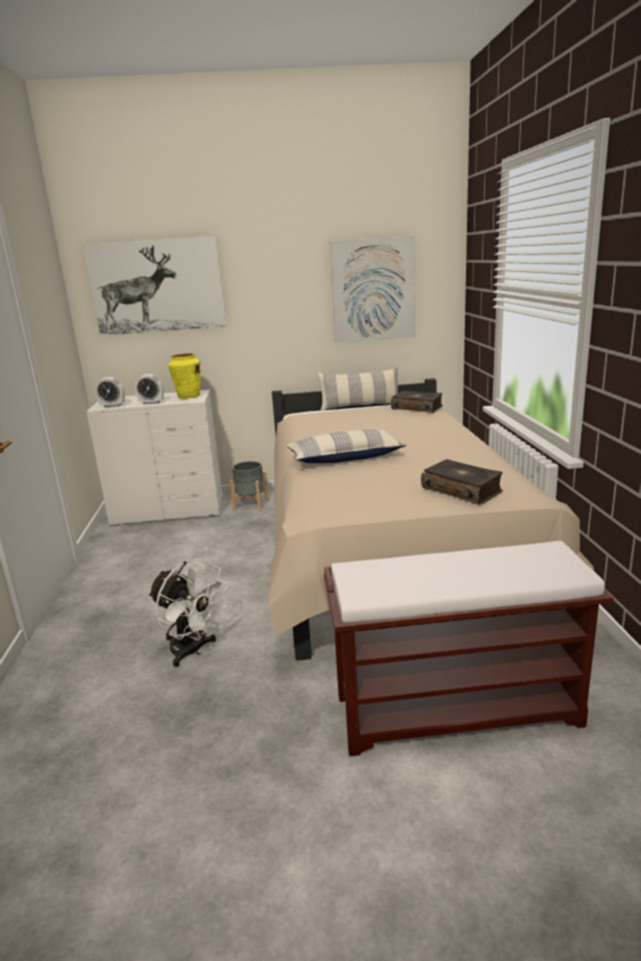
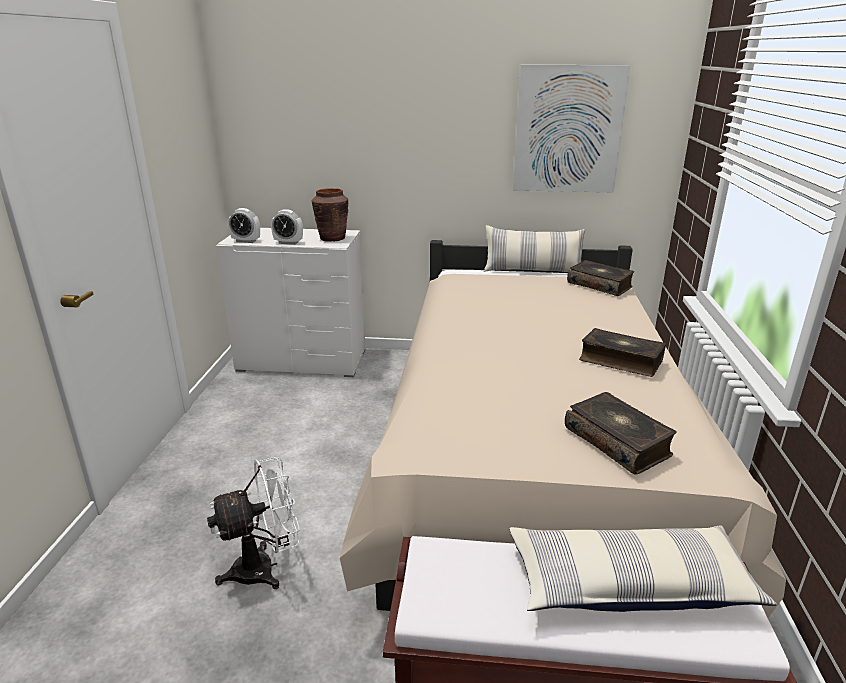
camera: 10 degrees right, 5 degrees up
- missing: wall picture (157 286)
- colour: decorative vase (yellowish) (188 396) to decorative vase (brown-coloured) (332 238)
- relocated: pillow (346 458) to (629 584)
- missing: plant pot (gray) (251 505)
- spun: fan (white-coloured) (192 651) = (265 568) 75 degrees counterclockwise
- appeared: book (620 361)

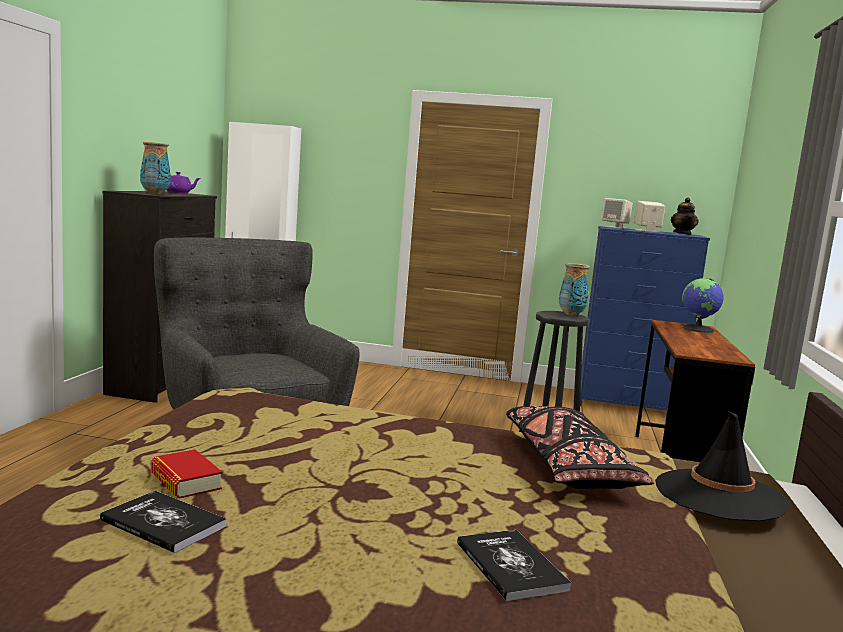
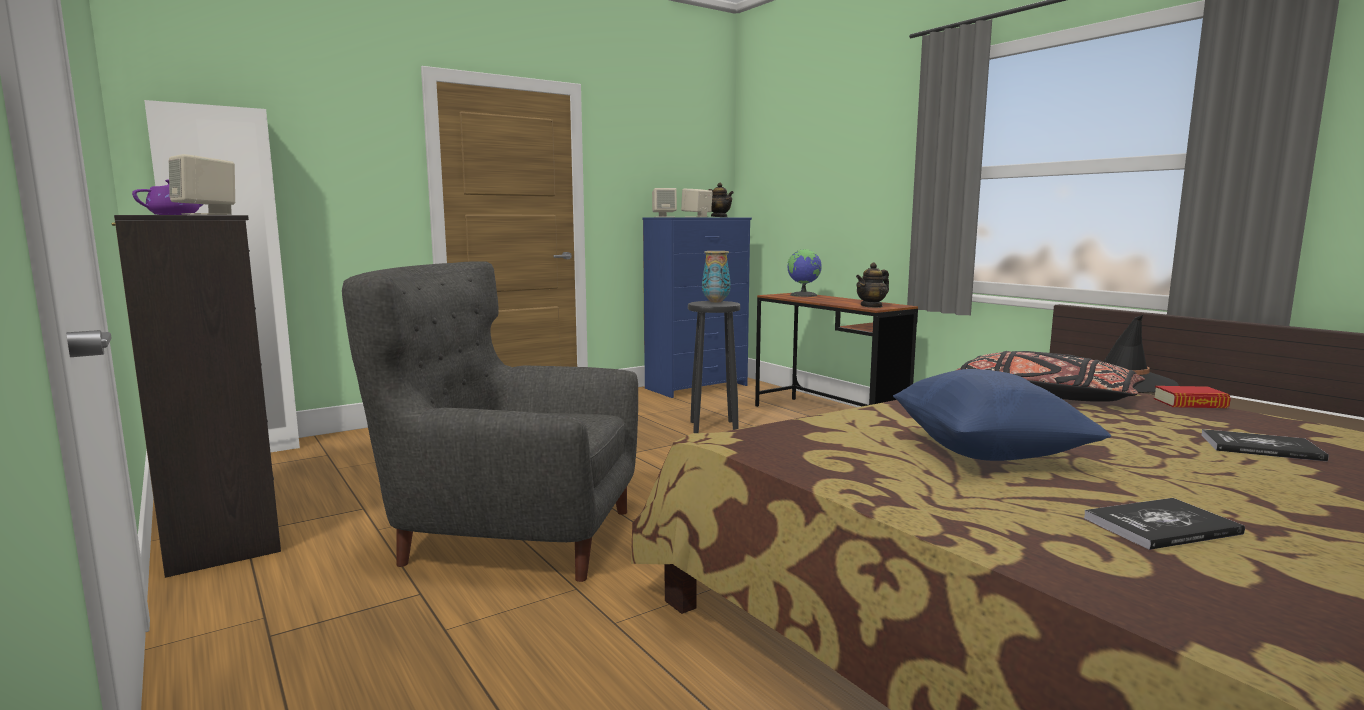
camera: 45 degrees left, 0 degrees up
- exchanged: decorative vase (155 194) to audio speaker (beige) (207 214)
- relocated: book (185 481) to (1190 403)
- appeared: pot for tea (871 306)
- appeared: pillow (blue) (986 454)

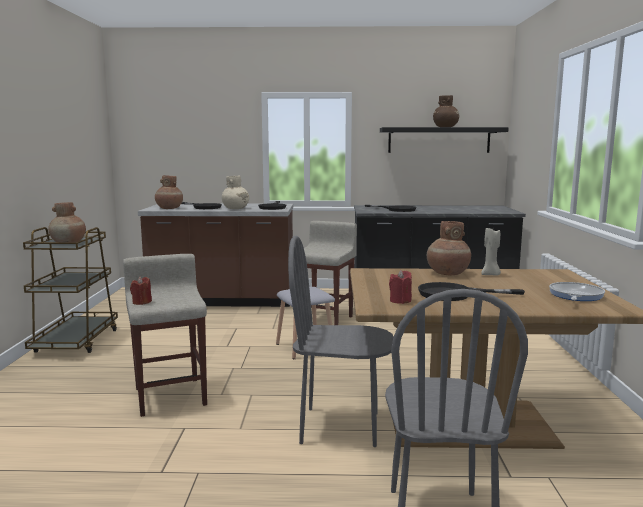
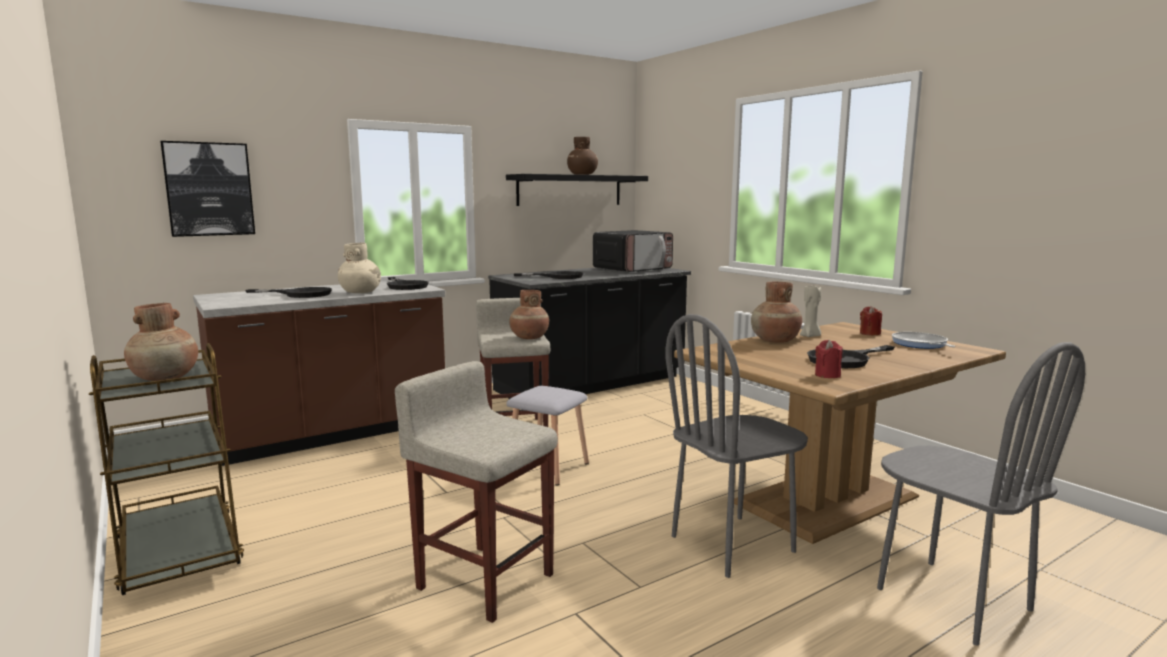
camera: 35 degrees left, 0 degrees up
- relocated: decorative vase (brown-coloured) (169 208) to (529 337)
- relocated: wax candle (reddish) (142 302) to (869 333)
- appeared: wall picture (209 189)
- appeared: microwave (633 269)

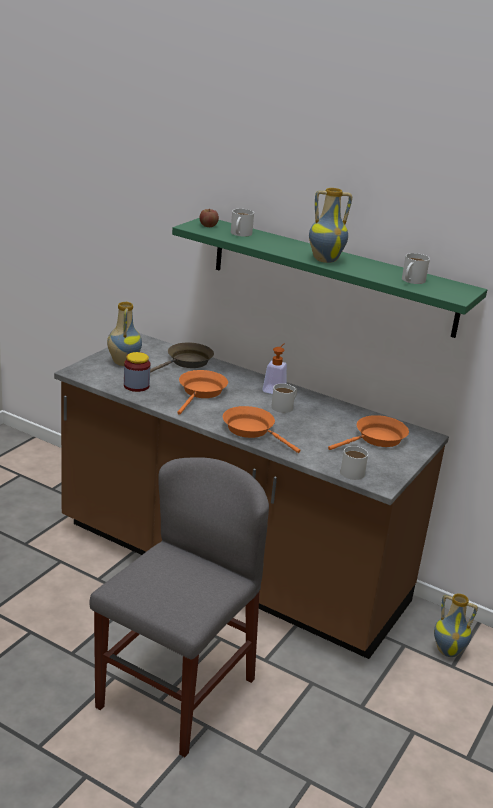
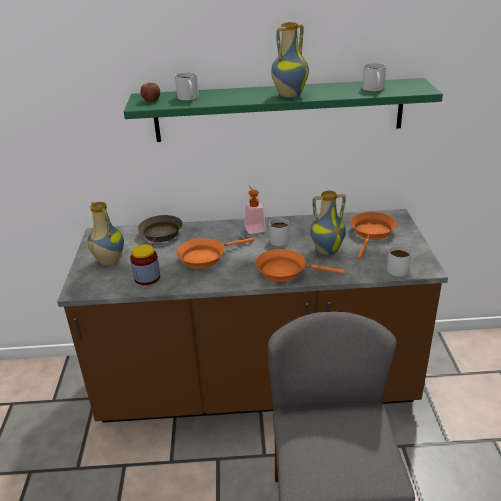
camera: 30 degrees left, 5 degrees up
- spun: skillet (orange-coloured) (201 392) = (205 257) 105 degrees counterclockwise
- relocated: decorative vase (448 650) to (327 250)

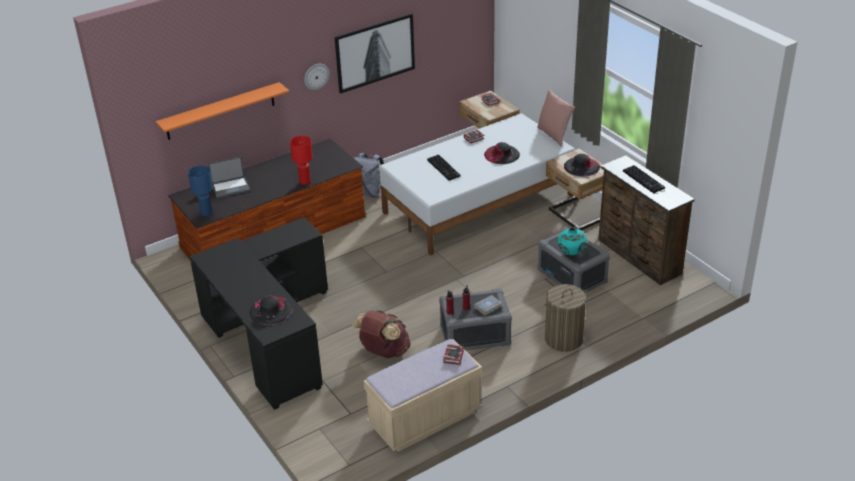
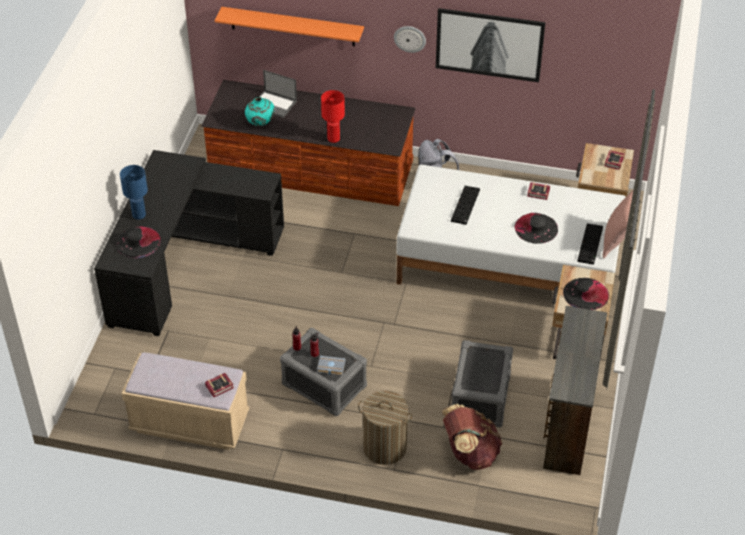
camera: 45 degrees right, 10 degrees up
- relocated: computer keyboard (644 180) to (591 245)
- relocated: tabletop lamp (blue) (206 213) to (138 215)
- relocated: decorative vase (turquoise-coloured) (571 254) to (260 124)
- relocated: backpack (brown-coloured) (383 352) to (469 453)

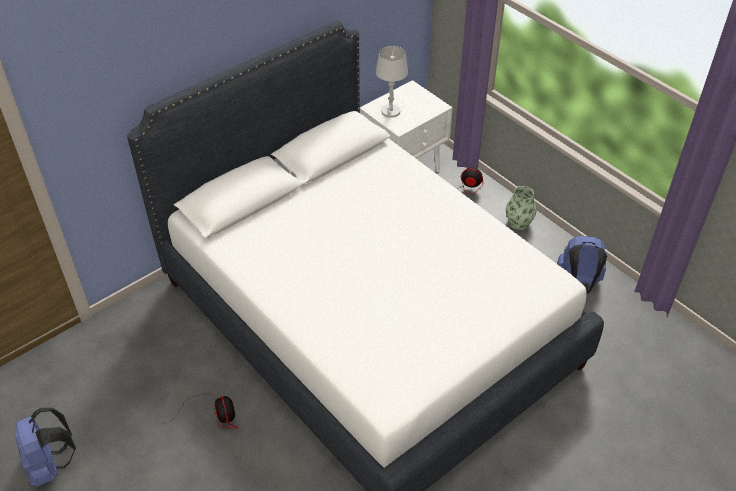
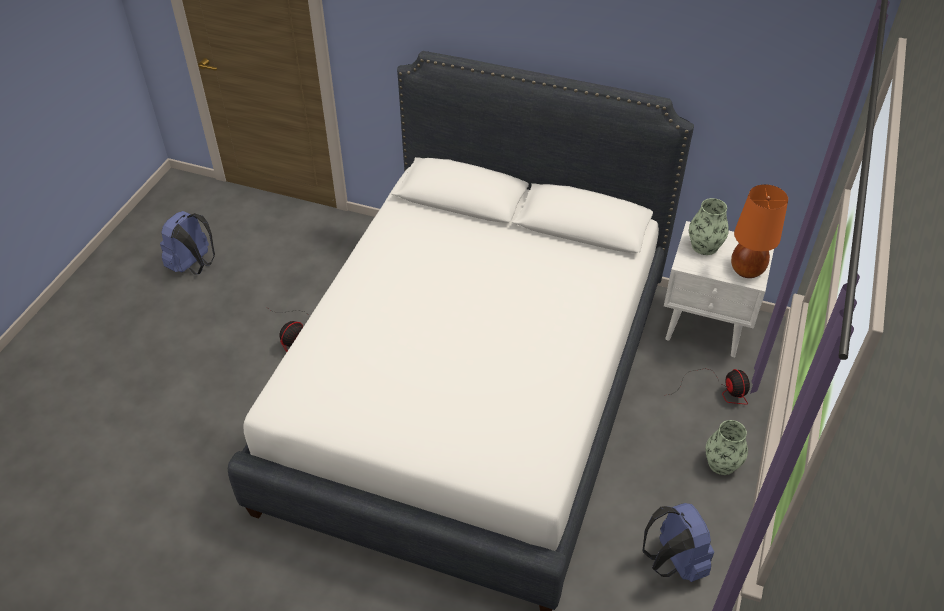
camera: 60 degrees right, 0 degrees up
- exchanged: tabletop lamp (white-coloured) (390 111) to decorative vase (704 246)
- appeared: tabletop lamp (orange-coloured) (746 270)

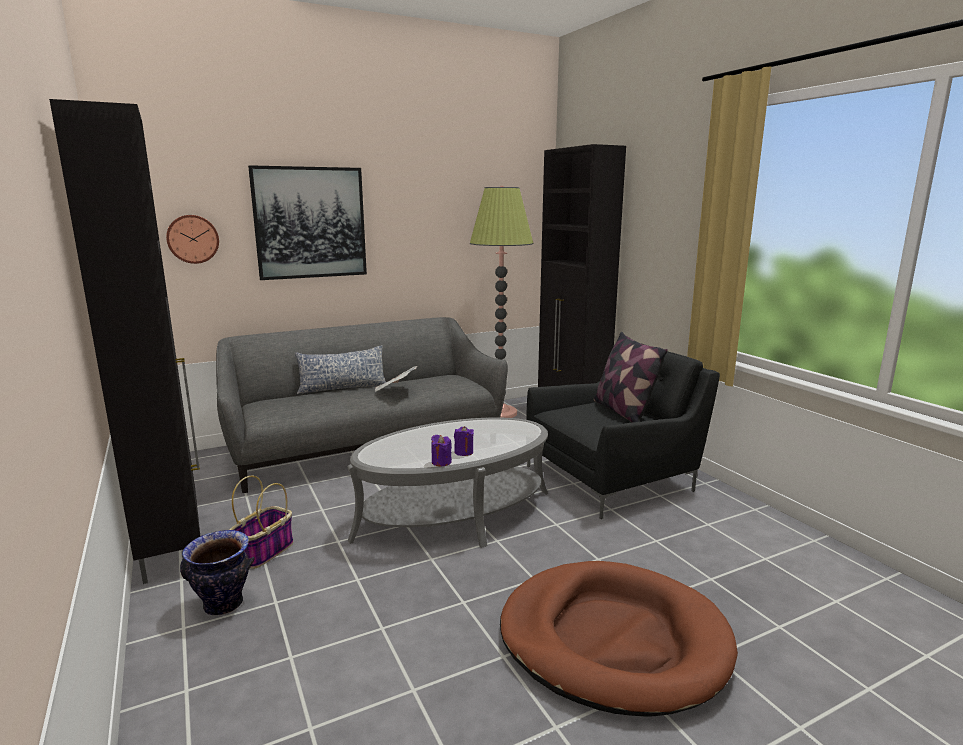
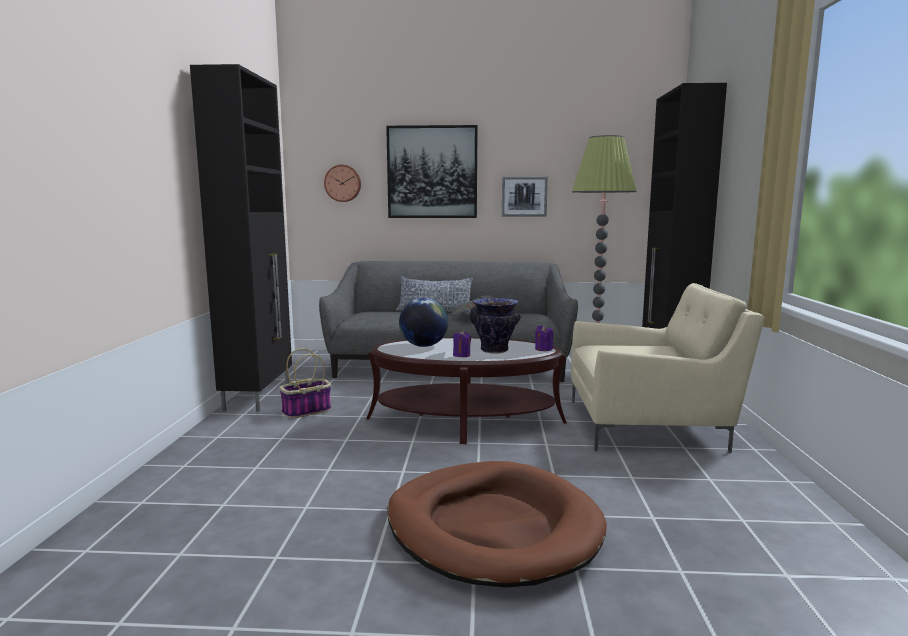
camera: 30 degrees right, 5 degrees down
- missing: pillow (623 411)
- colour: easy chair (black) (613 477) to easy chair (beige) (650 425)
- colour: lounge table (gray) (454 515) to lounge table (brown-coloured) (465 420)
- relocated: wax candle (purplish) (441 462) to (543 349)
- relocated: decorative vase (223 605) to (494 350)
- appeared: wall picture (524 196)
- appeared: globe (423 346)

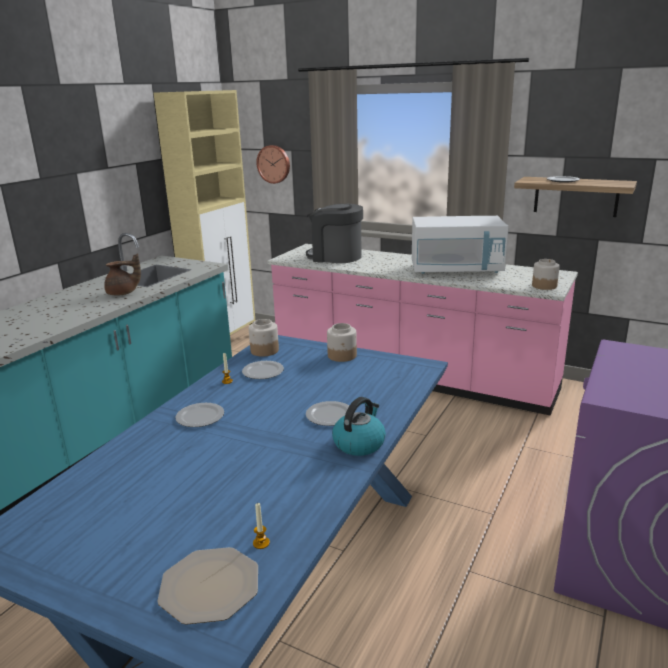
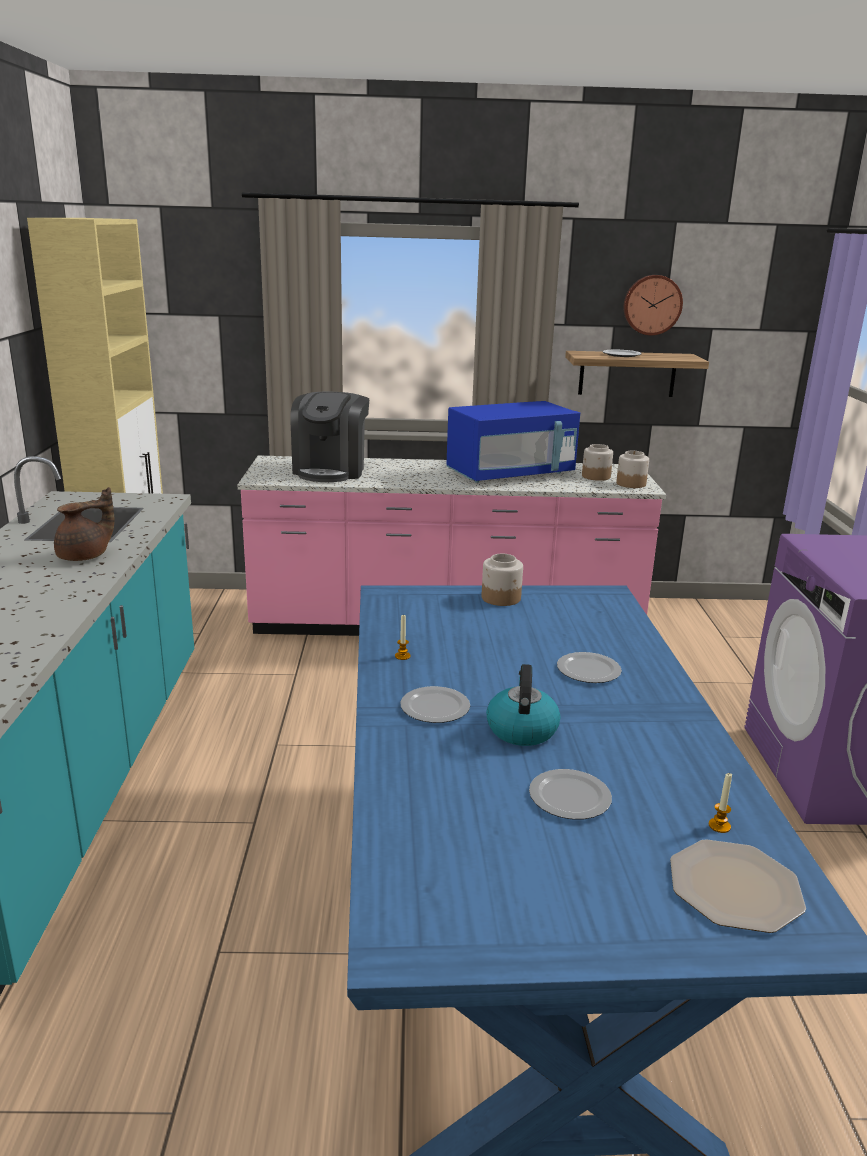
camera: 30 degrees left, 0 degrees up
- relocated: clock on the wall (274 164) to (652 305)
- spun: coffee maker (335 257) = (331 470) 75 degrees counterclockwise
- colour: microwave (white-coloured) (456 270) to microwave (blue) (510 474)
- relocated: preserve jar (264 351) to (596 476)
- relocated: plate (262 371) to (568 797)
- relocated: water kettle (359 443) to (521 729)

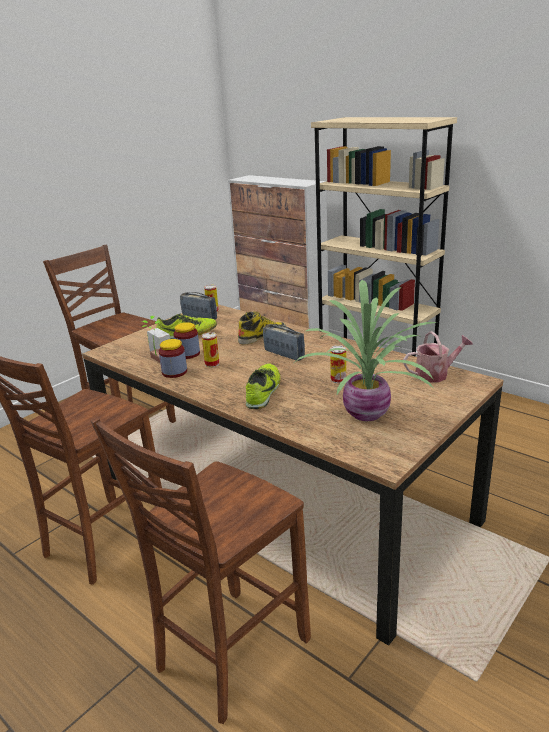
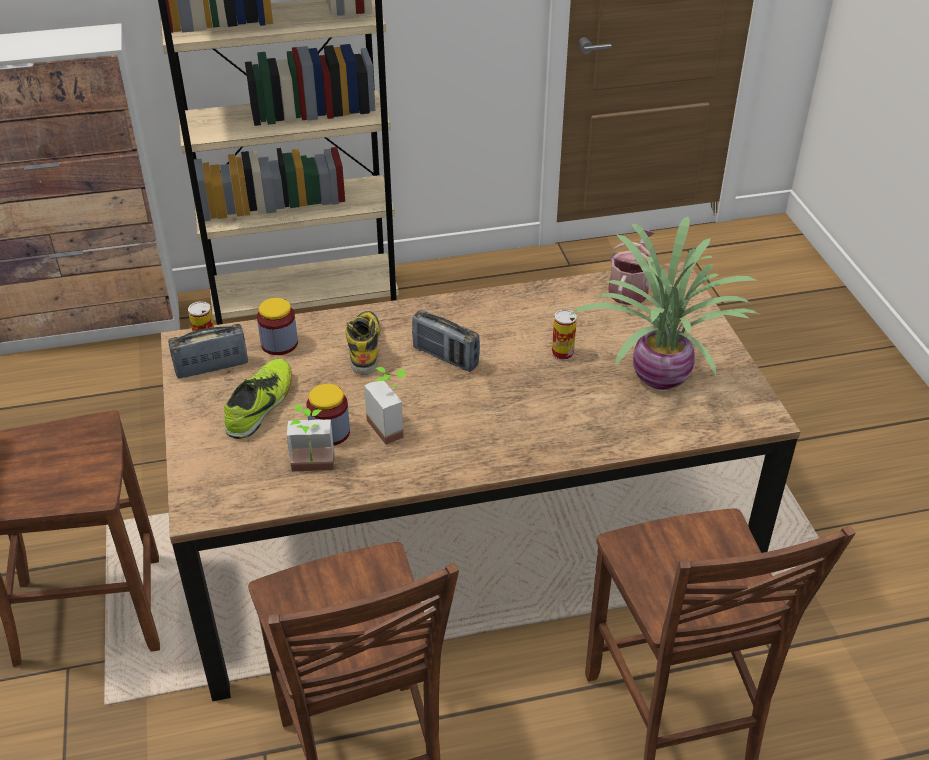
camera: 55 degrees left, 15 degrees up
- spun: radio set (284 354) = (445 357) 135 degrees counterclockwise
- exchanged: can (212 364) to houseplant (392 426)
- relocated: preserve jar (174 372) to (279 344)
- missing: shoe (263 392)

